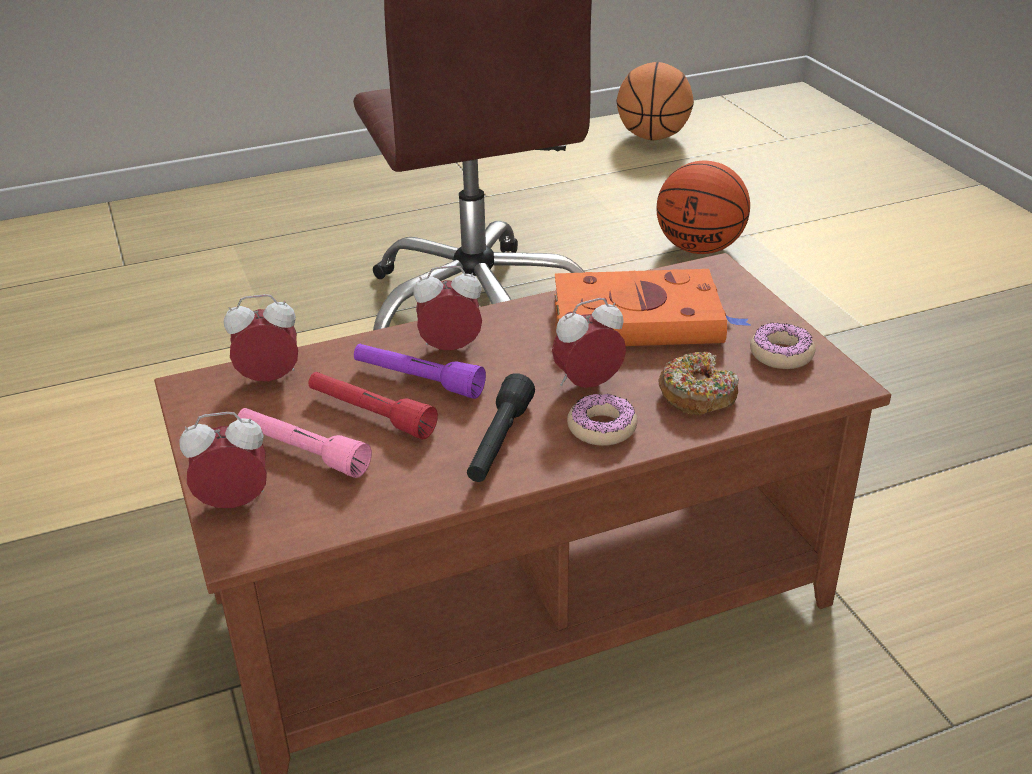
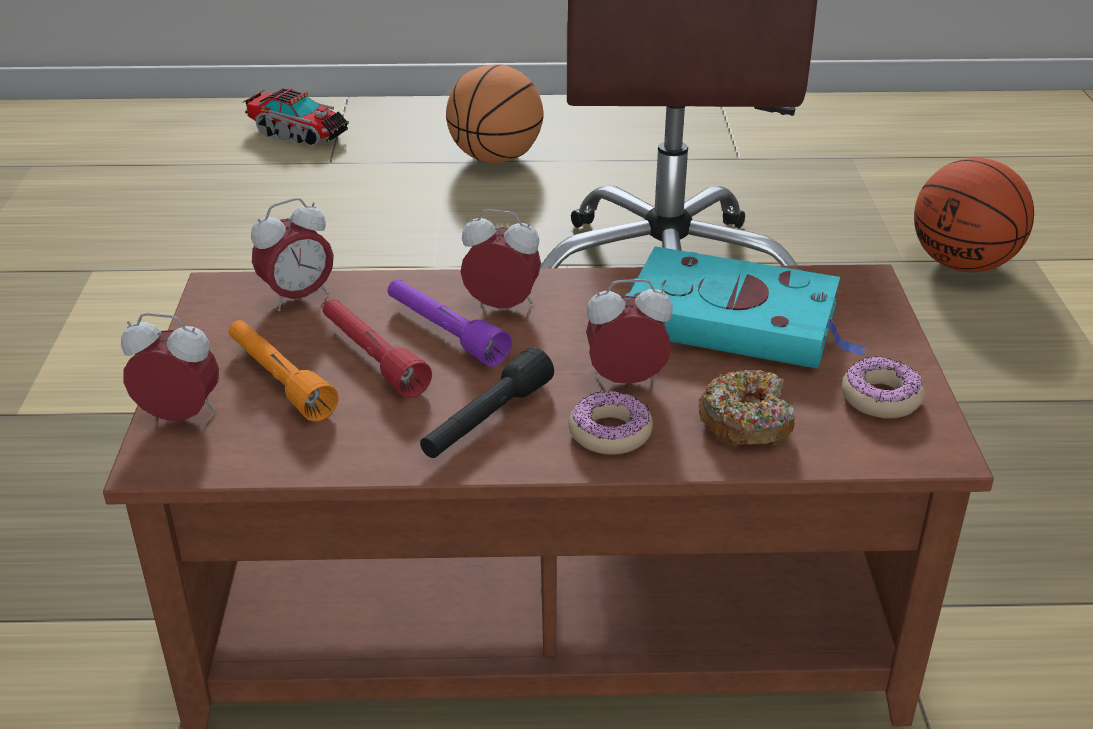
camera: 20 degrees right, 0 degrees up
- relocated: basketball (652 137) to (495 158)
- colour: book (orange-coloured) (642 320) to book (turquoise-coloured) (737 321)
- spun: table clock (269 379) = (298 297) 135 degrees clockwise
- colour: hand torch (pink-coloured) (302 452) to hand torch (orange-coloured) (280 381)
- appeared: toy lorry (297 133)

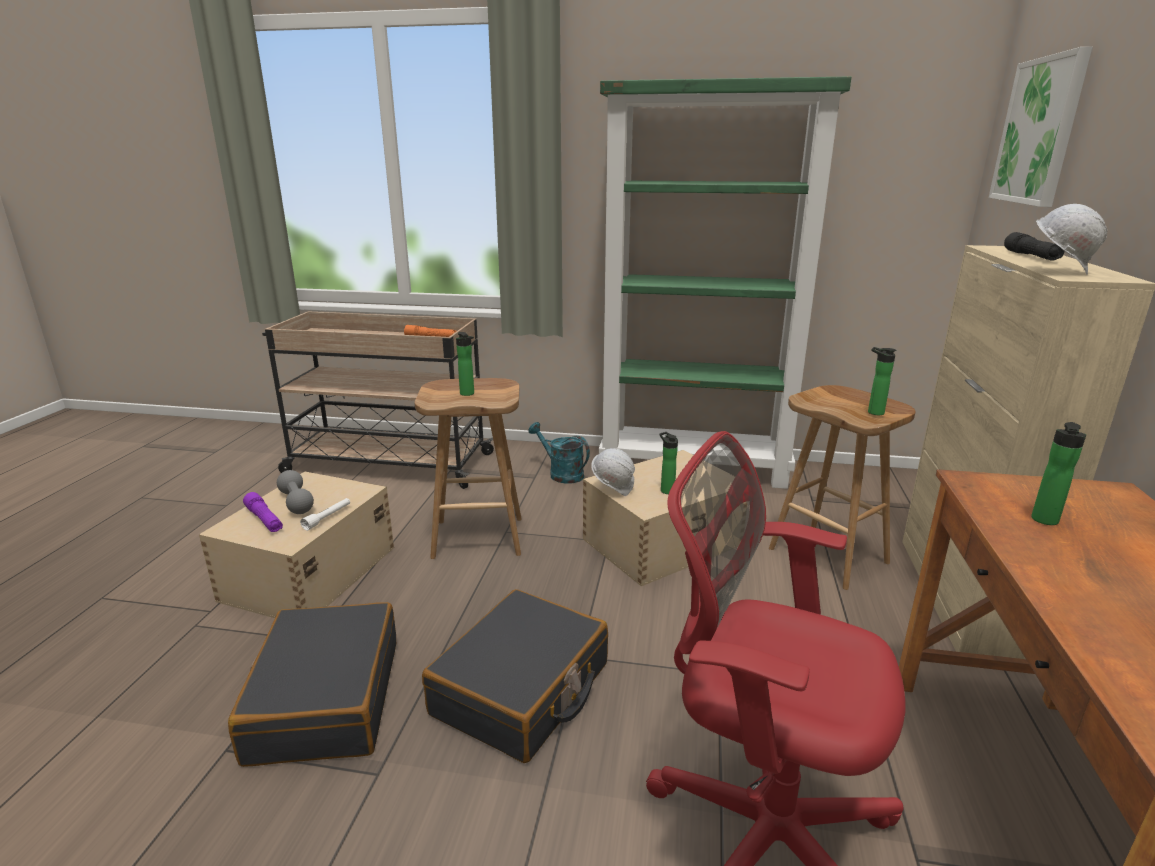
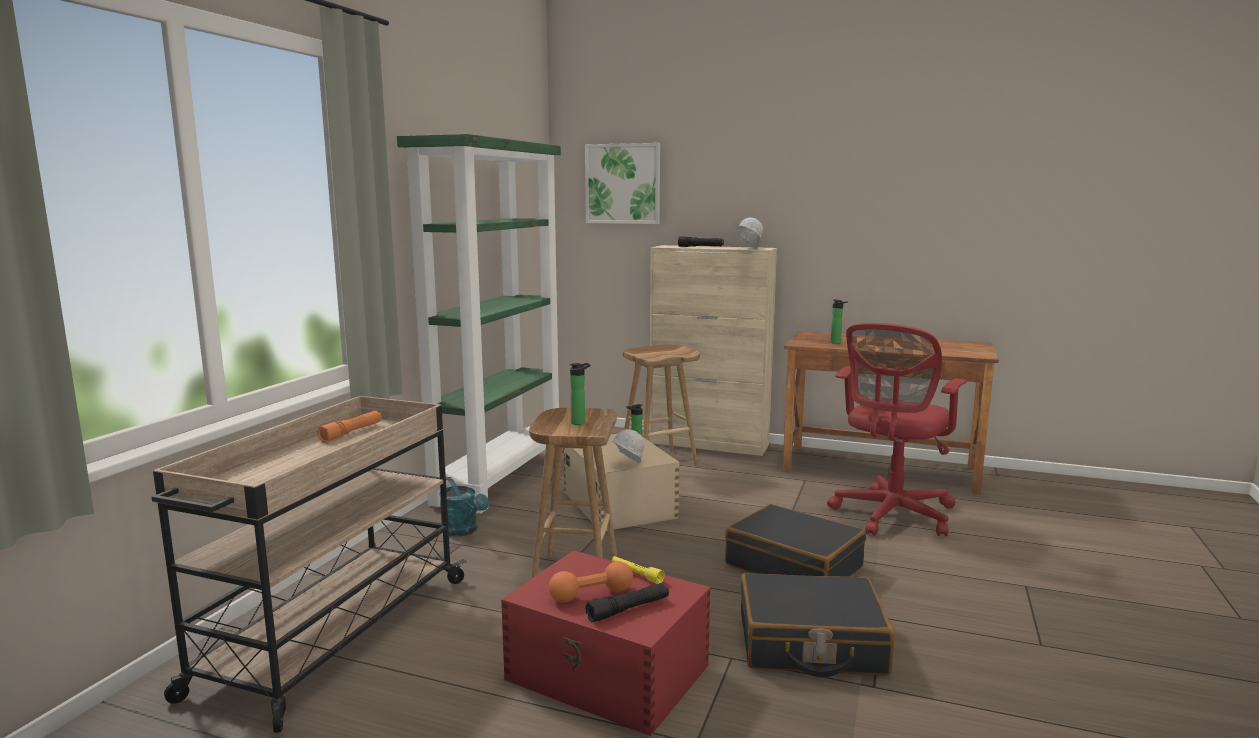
camera: 80 degrees left, 10 degrees down
- missing: bottle (873 412)
- spun: watering can (turquoise-coloured) (561 473) = (463 531) 90 degrees counterclockwise
- colour: hand weight (gray) (296 502) to hand weight (orange-coloured) (591 595)
- colour: storage container (beige) (308 574) to storage container (reddish) (609 673)
- colour: hand torch (purplish) (264 519) to hand torch (black) (628 609)
- colour: hand torch (white-coloured) (327 518) to hand torch (yellowish) (636 574)

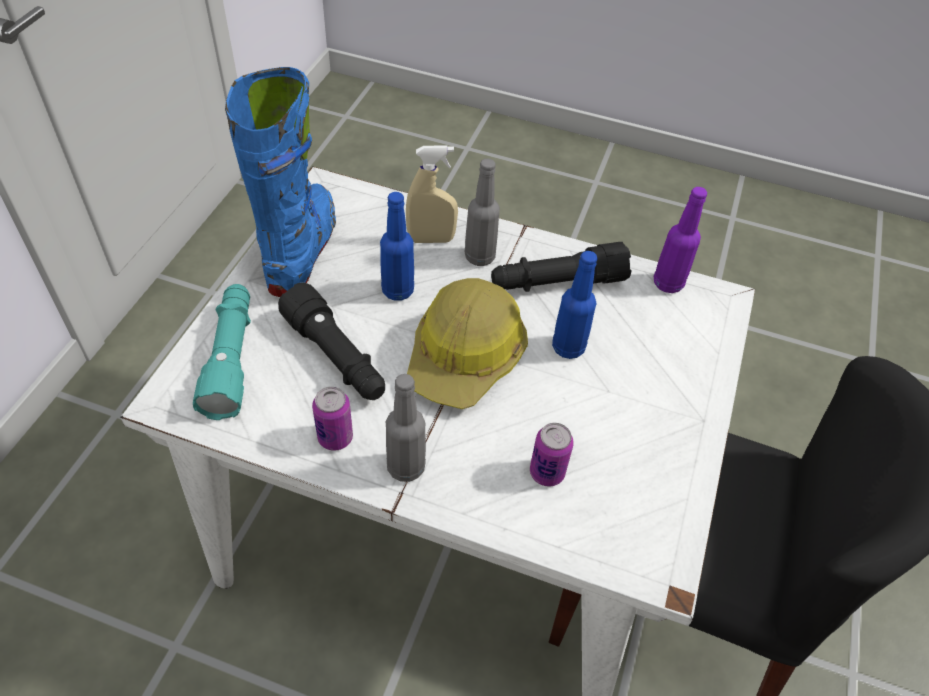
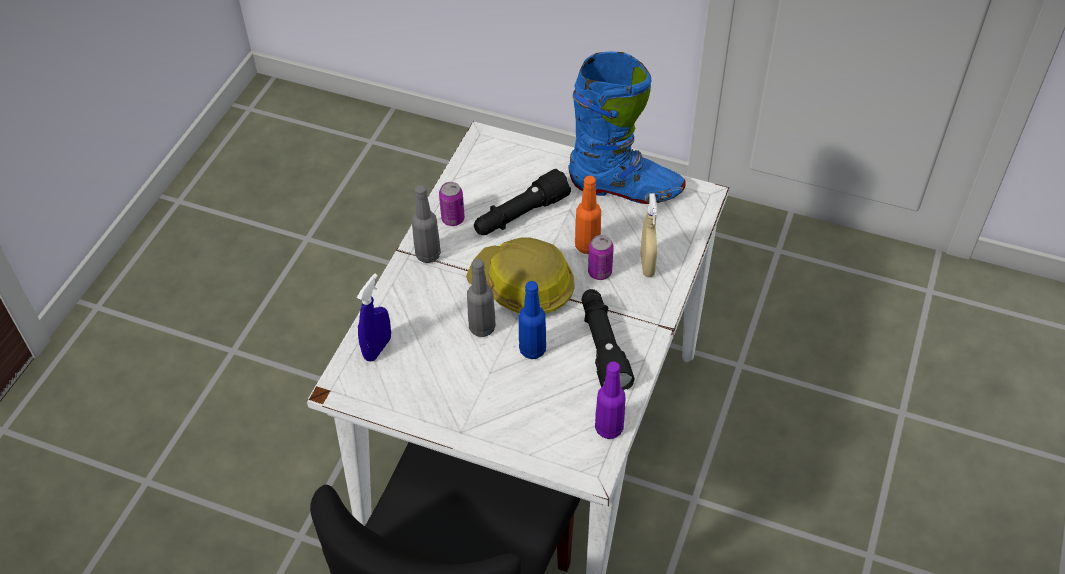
camera: 95 degrees right, 0 degrees up
- relocated: bottle (gray) (479 257) to (482 328)
- colour: bottle (blue) (397 290) to bottle (orange-coloured) (587 246)
- missing: hand torch (turquoise-coloured) (231 358)
- relocated: can (547 472) to (599 272)
- appeared: spray bottle (blue) (377 348)

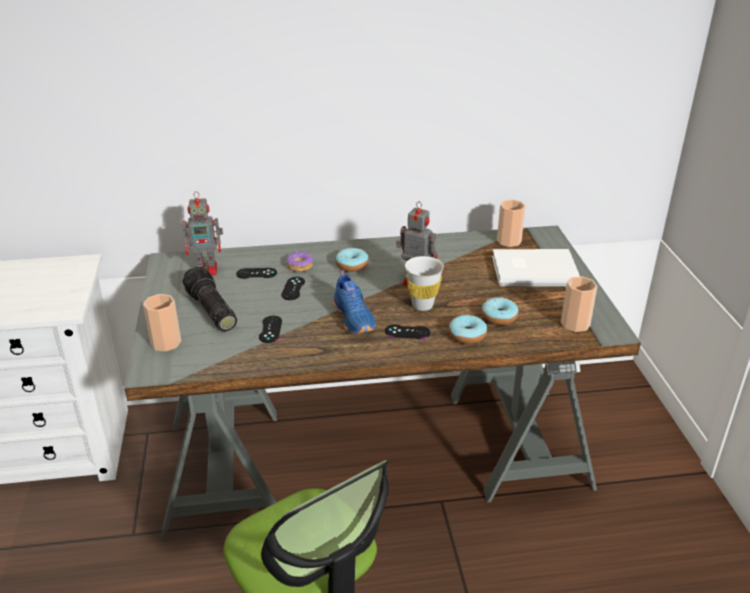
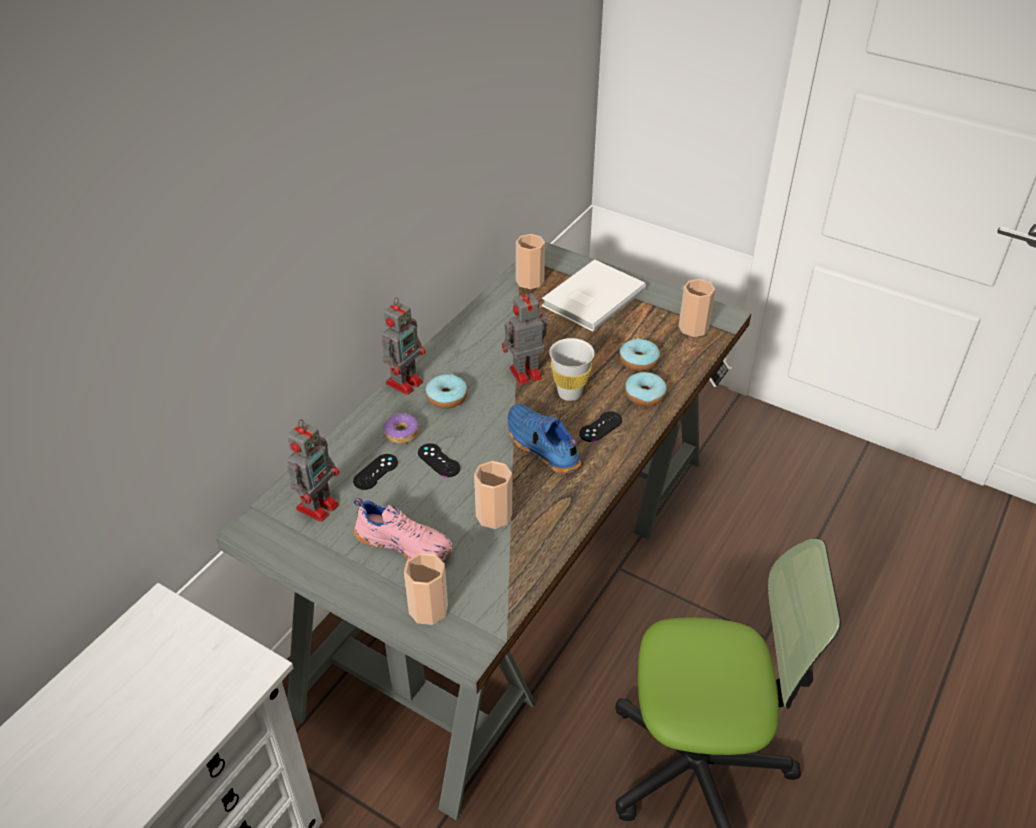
camera: 50 degrees left, 10 degrees up
- exchanged: hand torch (210 310) to shoe (pink-coloured) (405 543)
- spun: shoe (blue) (355 318) = (541 447) 150 degrees counterclockwise
- exchanged: gamepad (black) (270 329) to cup (494 515)
- appeared: model robot (405 381)

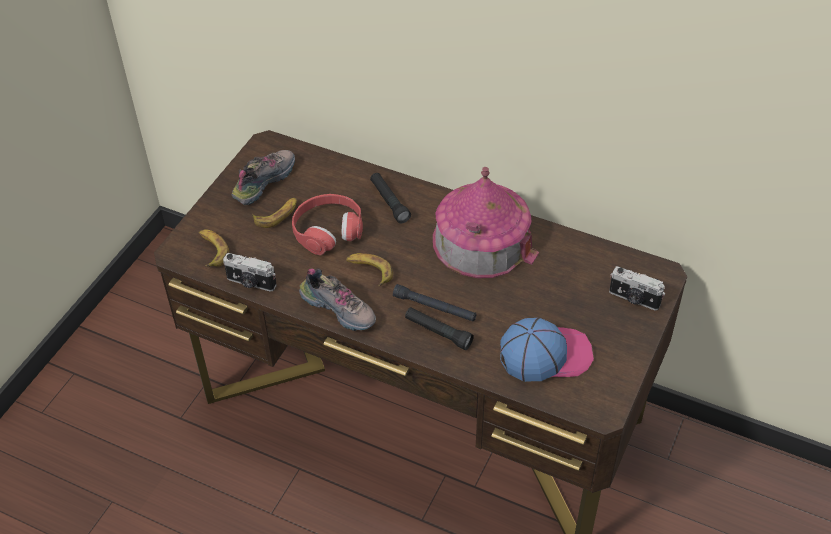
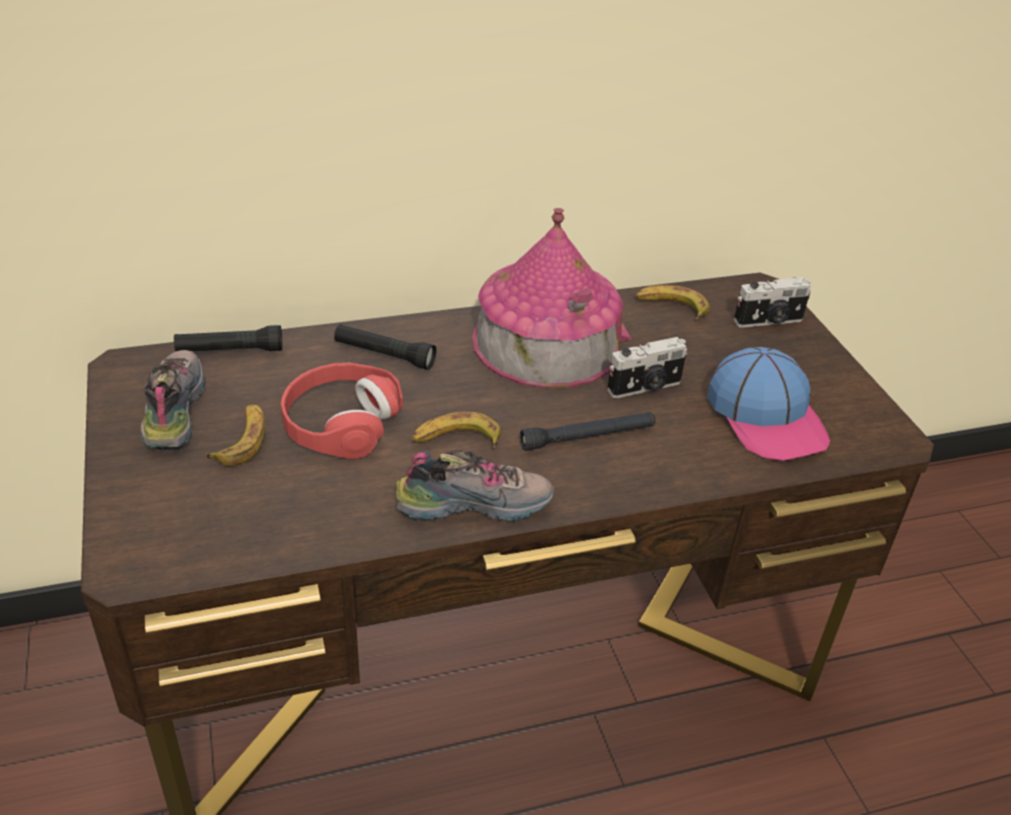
camera: 45 degrees left, 10 degrees down
- relocated: banana (212 250) to (671 307)
- relocated: still camera (251 283) to (645 388)
- relocated: hand torch (black) (438 332) to (230 350)
- spun: baseball cap (545 354) = (767 417) 120 degrees clockwise

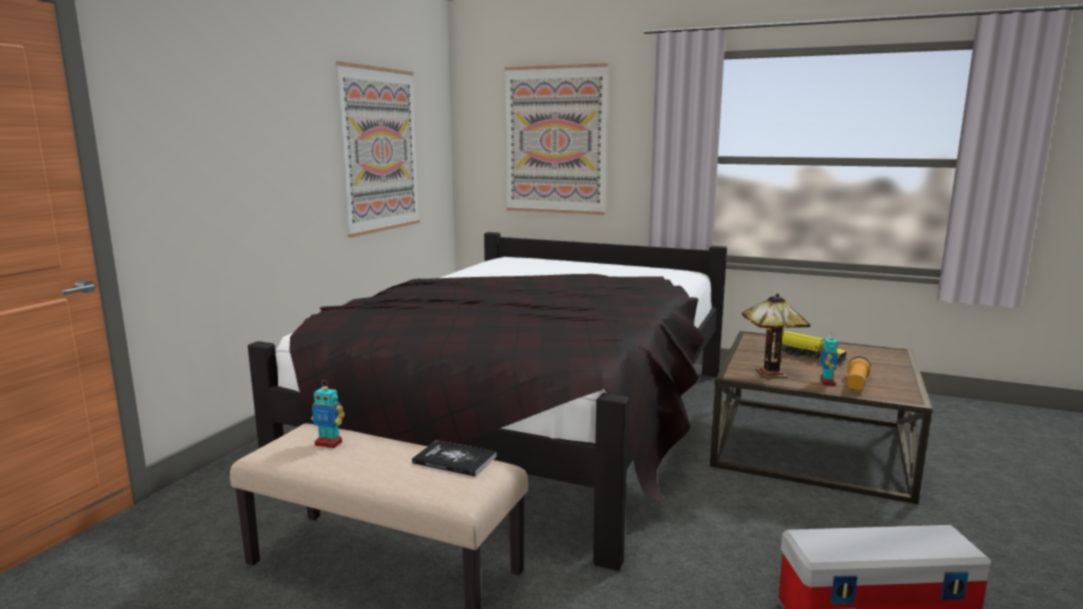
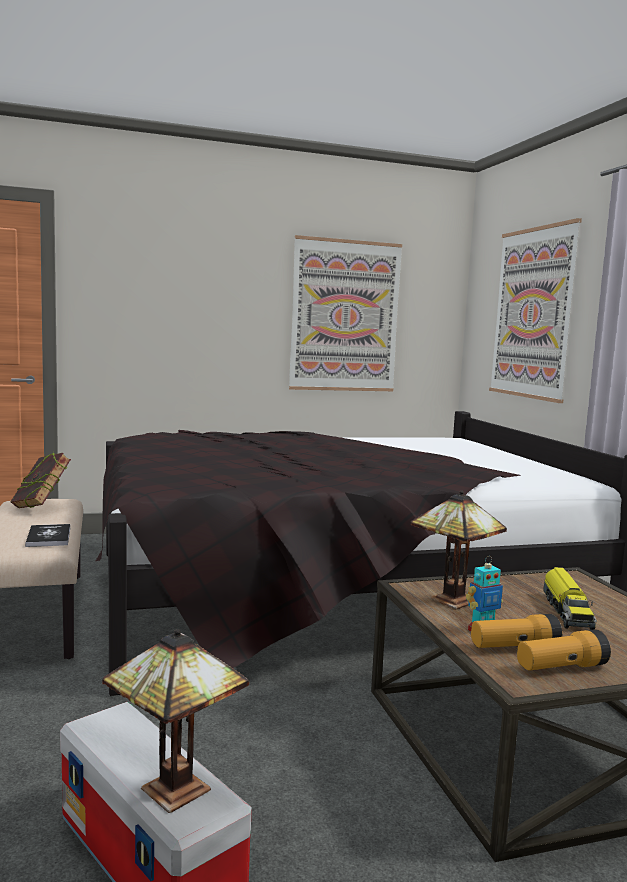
camera: 50 degrees right, 5 degrees down
- exchanged: model robot (329 443) to book (41 507)
- appeared: tabletop lamp (170 789)
- appeared: hand torch (561 667)

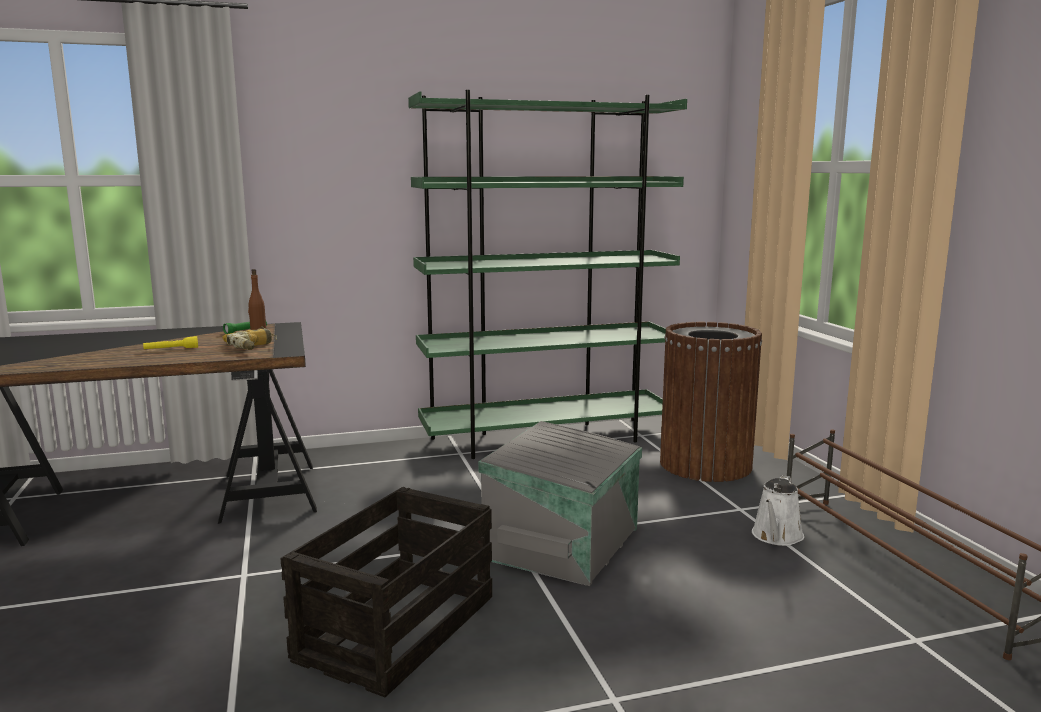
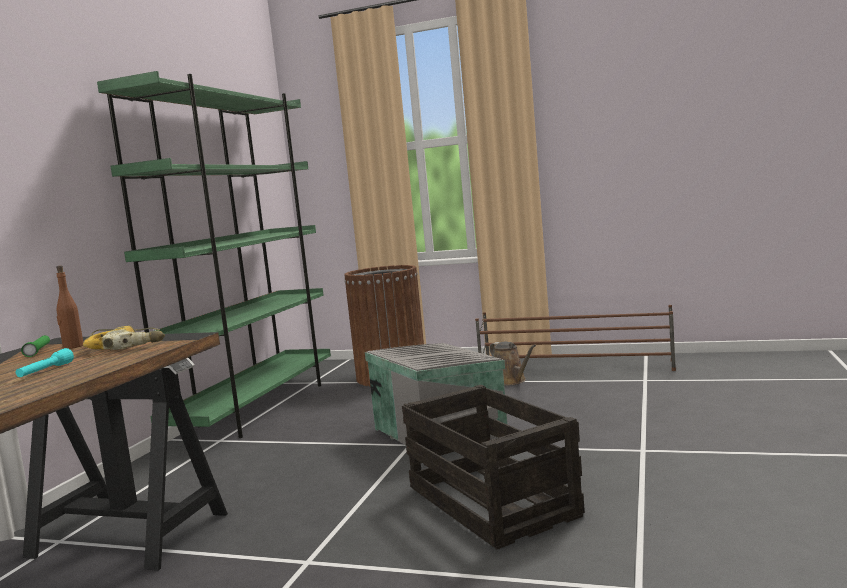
camera: 55 degrees left, 5 degrees down
- colour: hand torch (yellowish) (171 349) to hand torch (turquoise-coloured) (45 371)
- colour: watering can (white-coloured) (776 537) to watering can (brown-coloured) (511 381)

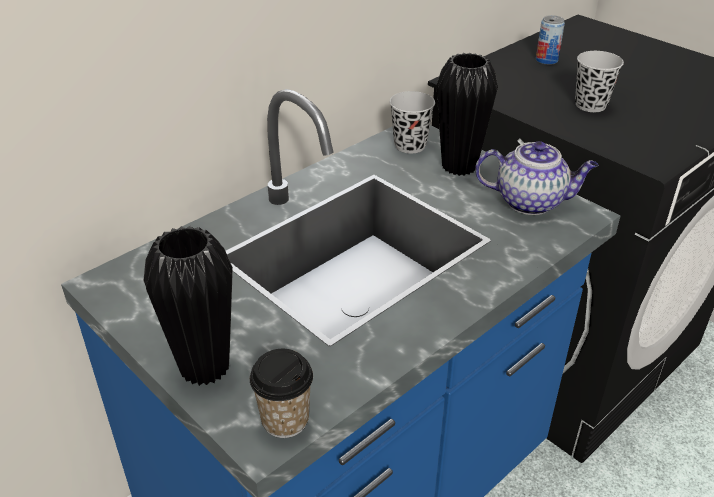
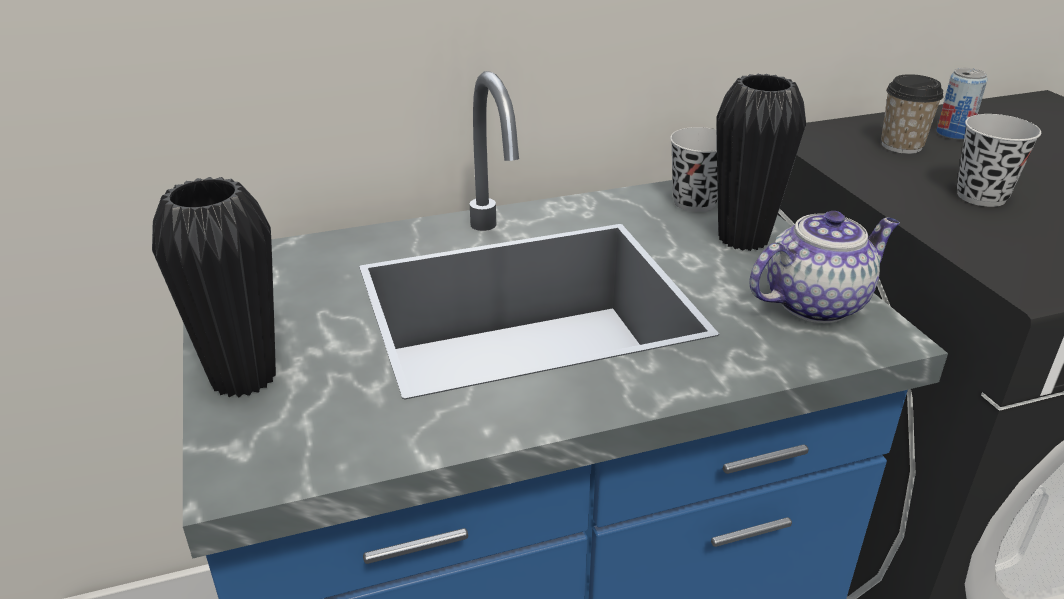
camera: 25 degrees right, 5 degrees down
- spun: pot for tea (531 201) = (816 302) 60 degrees counterclockwise
- relocated: cup (285 420) to (901 146)

